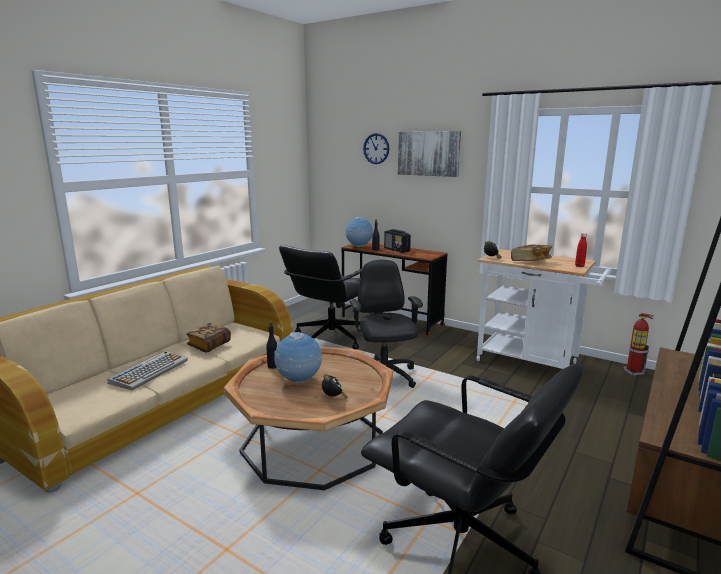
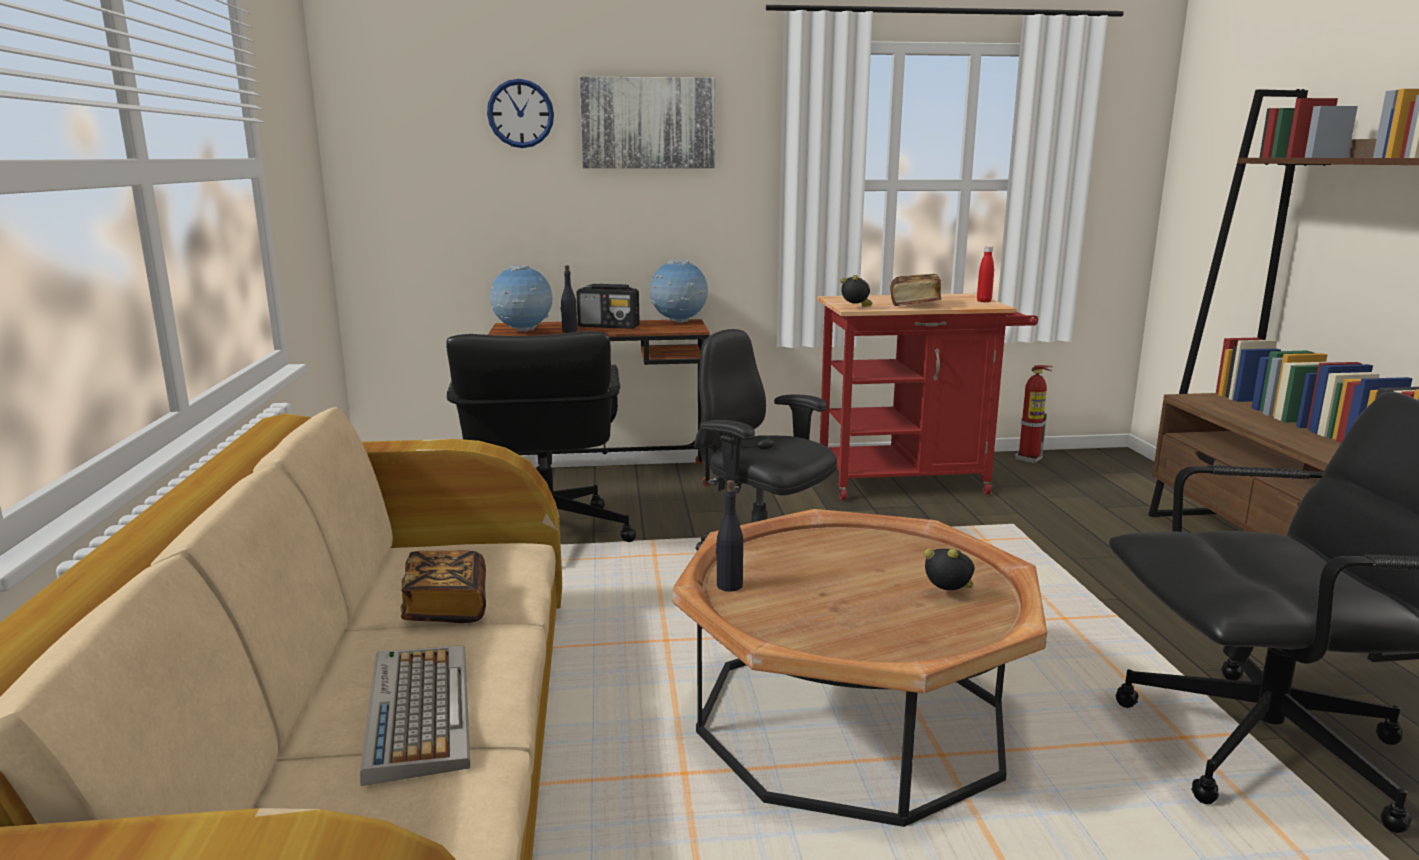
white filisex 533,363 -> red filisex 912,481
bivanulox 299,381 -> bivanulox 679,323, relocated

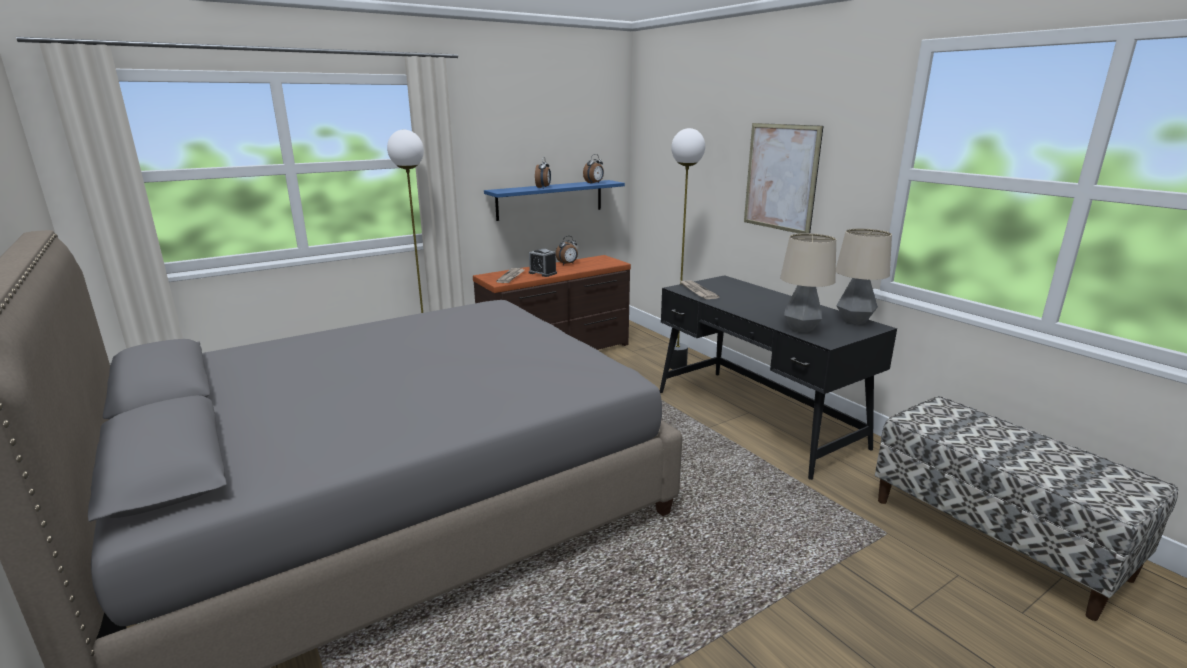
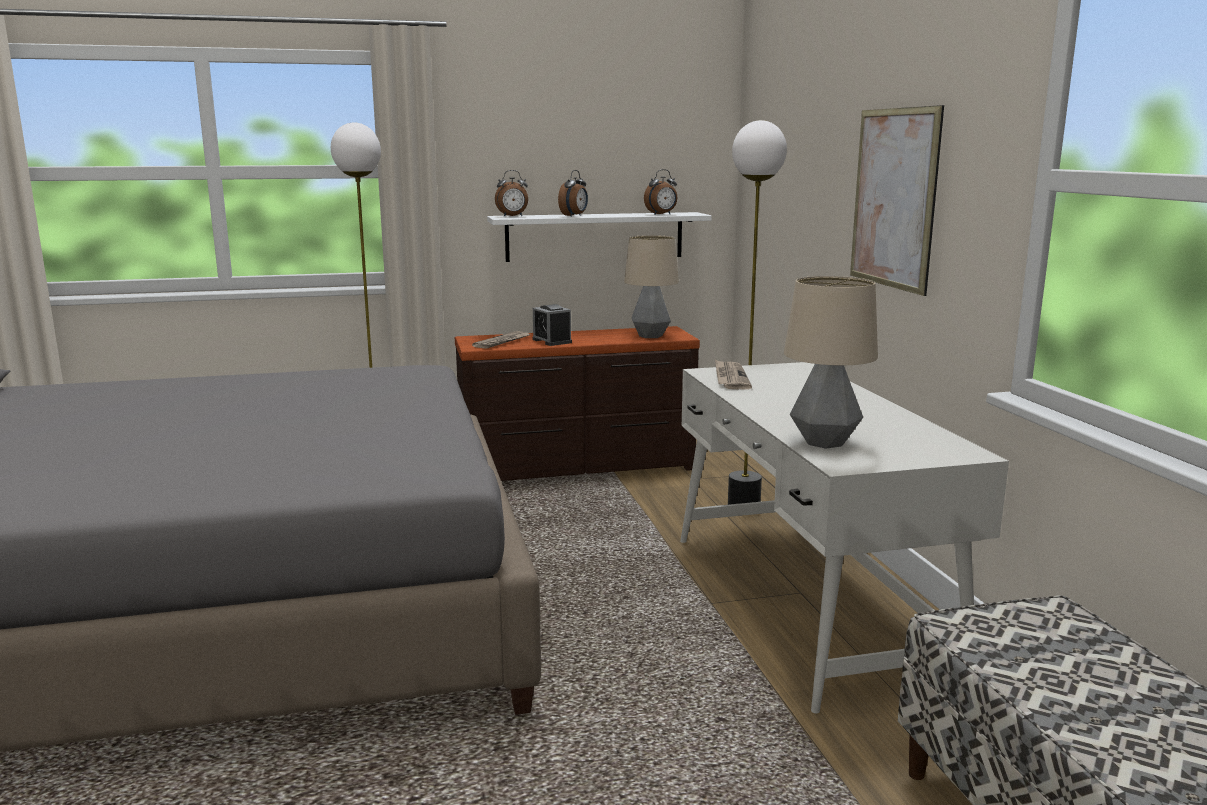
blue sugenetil 550,199 -> white sugenetil 595,236
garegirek 854,321 -> garegirek 650,336, relocated
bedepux 567,264 -> bedepux 512,216, relocated
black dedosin 756,418 -> white dedosin 805,603

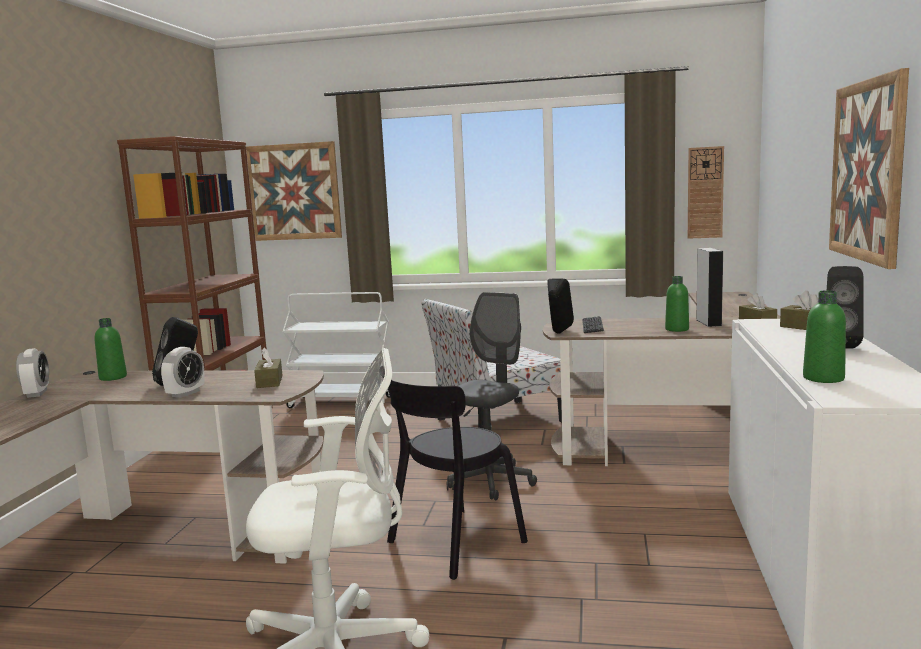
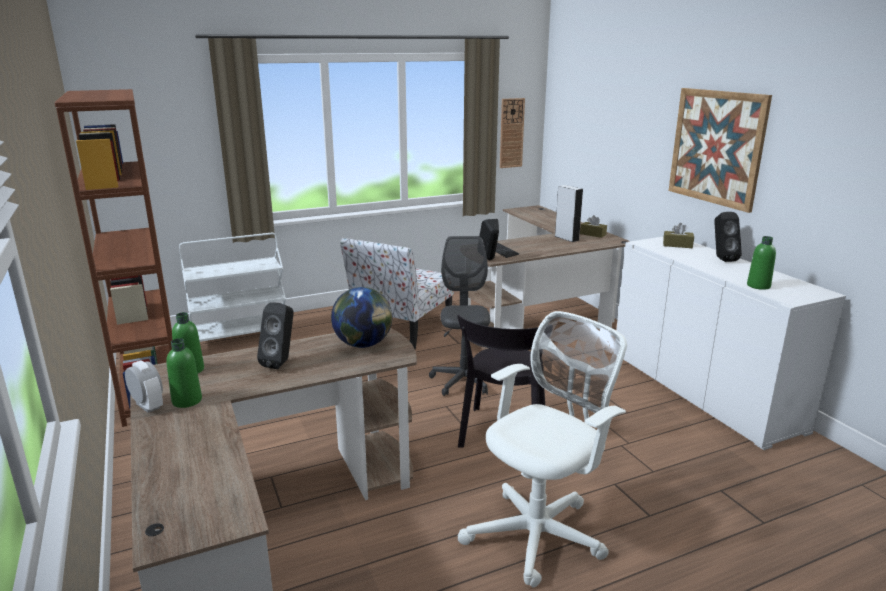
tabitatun 293,192 -> none
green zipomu 677,329 -> green zipomu 187,401, relocated
bedepux 185,393 -> none
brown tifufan 269,381 -> bivanulox 363,344

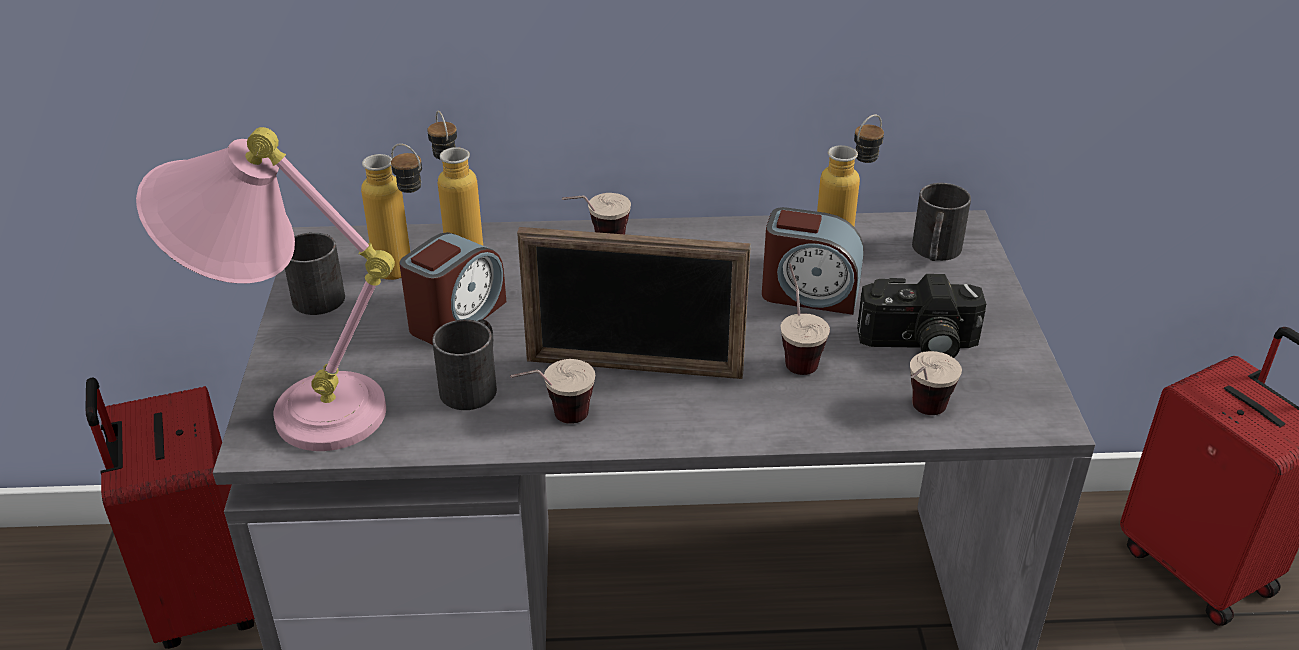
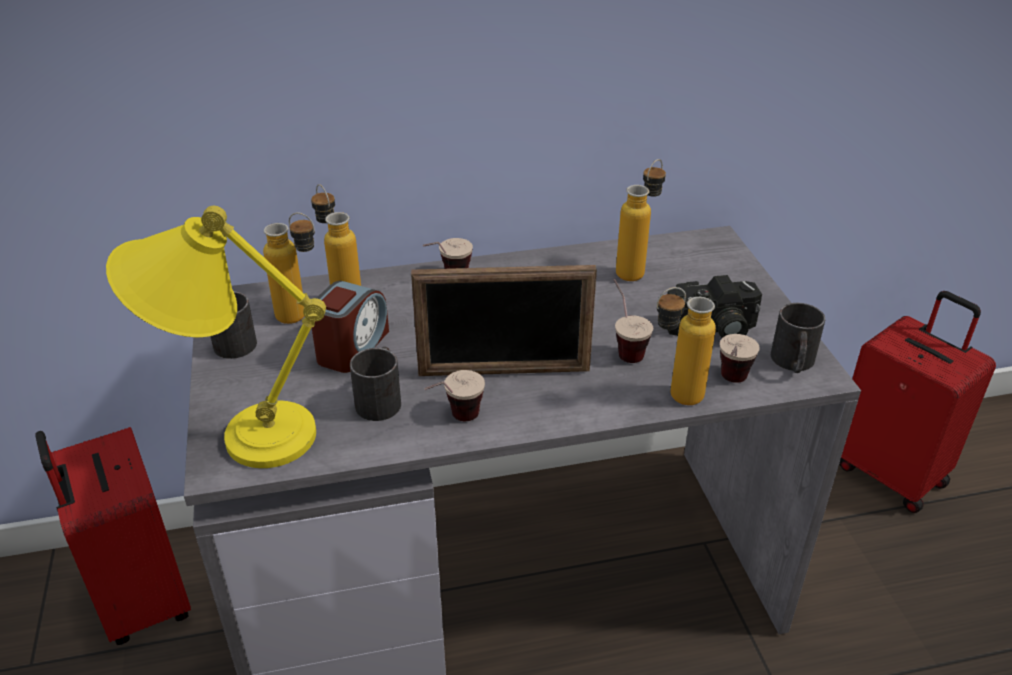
pink garegirek 292,408 -> yellow garegirek 237,436
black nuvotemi 935,252 -> black nuvotemi 793,363, relocated
bedepux 809,293 -> none
none -> zipomu 673,398

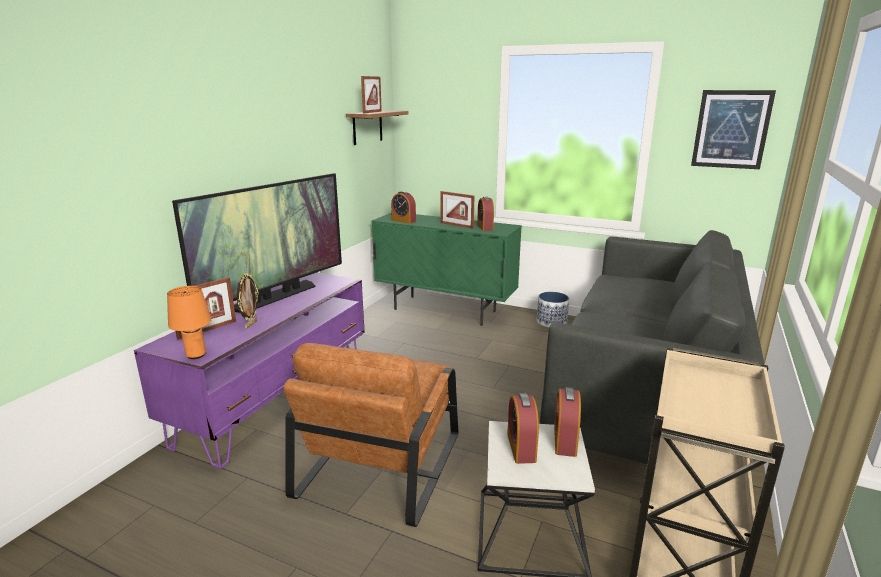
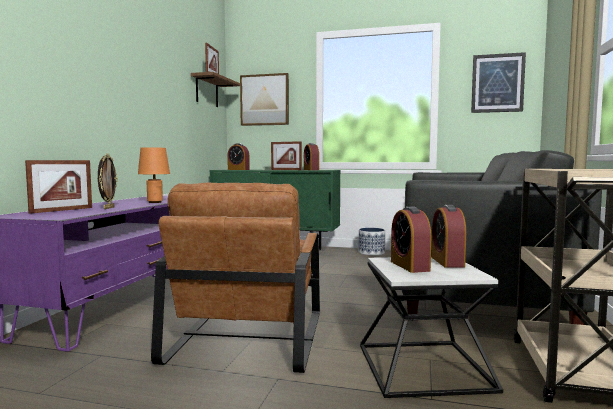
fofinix 275,297 -> none
orange garegirek 196,355 -> orange garegirek 155,202, relocated
none -> tabitatun 264,100

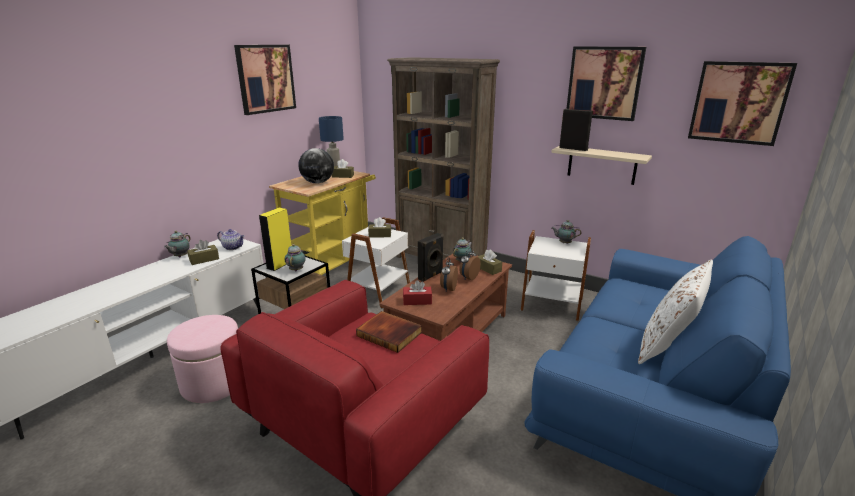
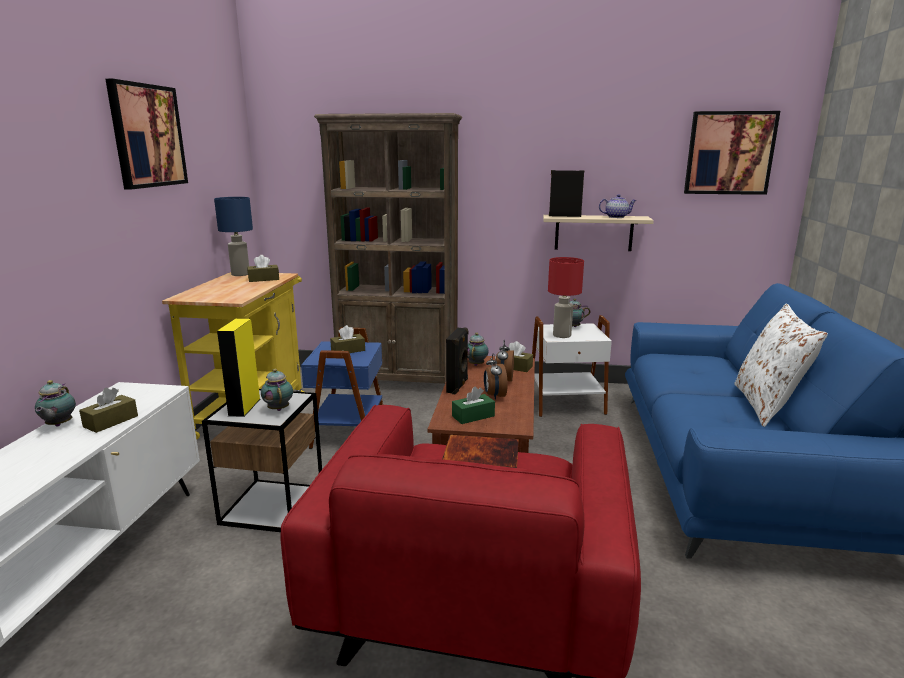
tabitatun 604,83 -> none
bivanulox 318,182 -> none
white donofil 377,291 -> blue donofil 347,431
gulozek 233,247 -> gulozek 616,217, relocated
red tifufan 417,301 -> green tifufan 473,416
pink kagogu 213,383 -> none
none -> red garegirek 562,335

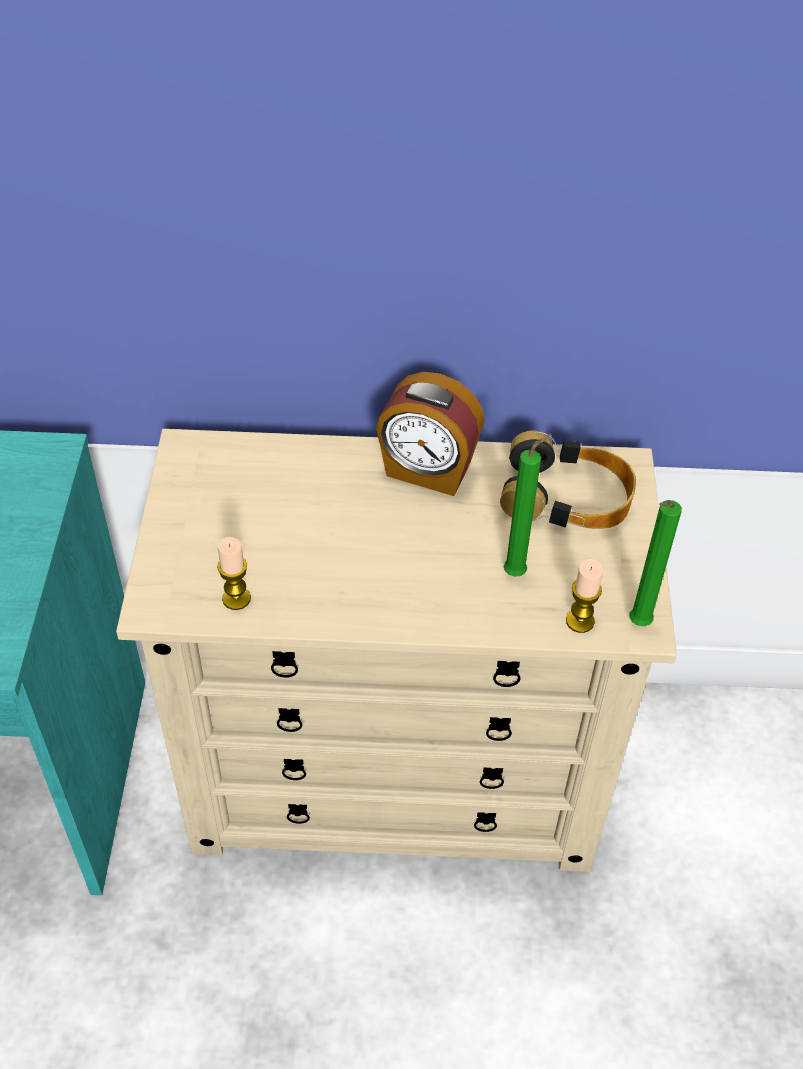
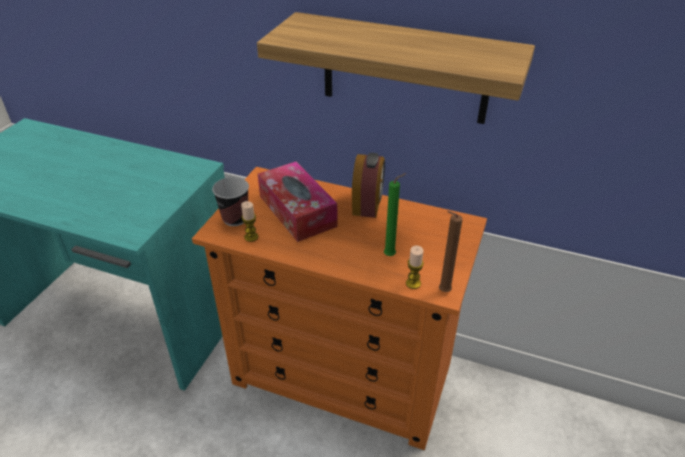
bedepux 427,471 -> bedepux 368,205, 120 degrees counterclockwise
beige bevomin 397,772 -> orange bevomin 344,374
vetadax 567,497 -> none
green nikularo 636,624 -> brown nikularo 442,292
none -> sugenetil 405,69
none -> tifufan 297,211
none -> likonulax 235,218

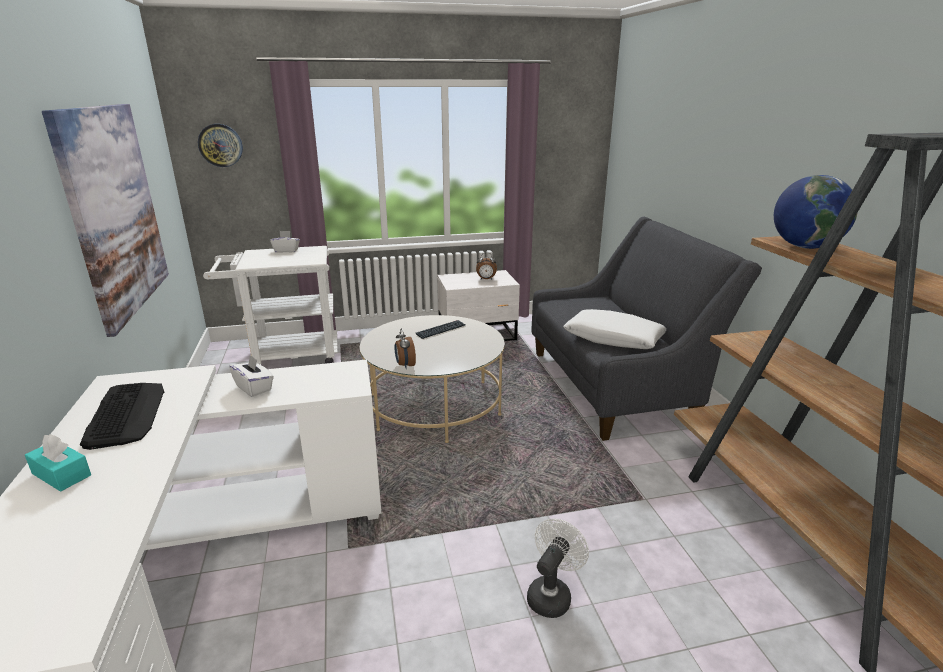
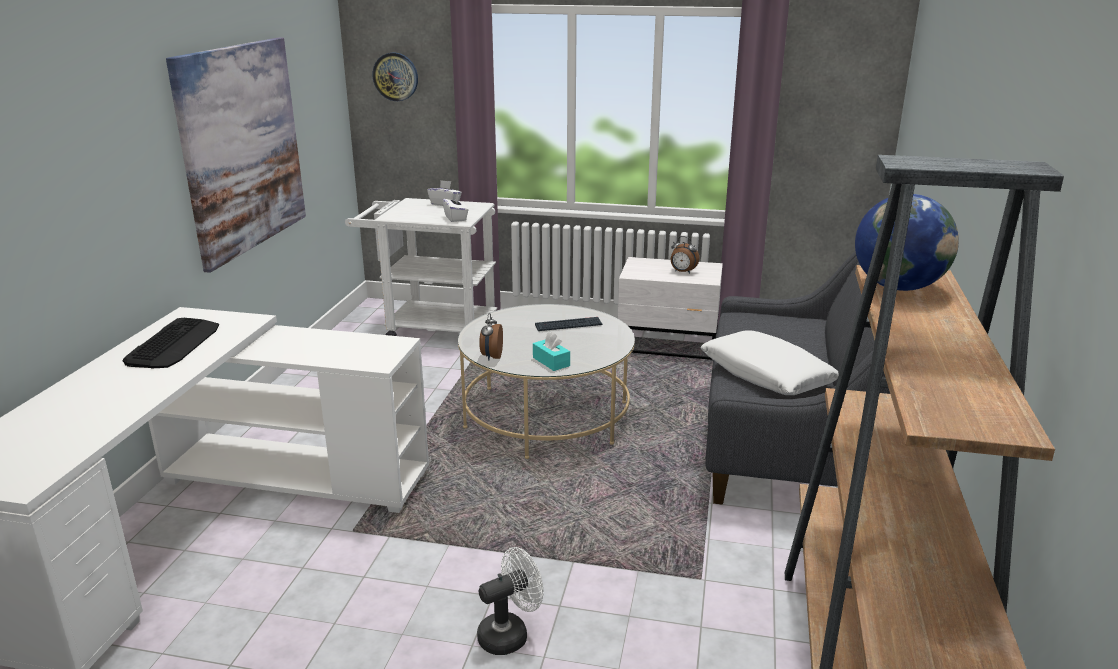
white tifufan 254,388 -> white tifufan 456,218, relocated
turquoise tifufan 61,474 -> turquoise tifufan 551,362, relocated

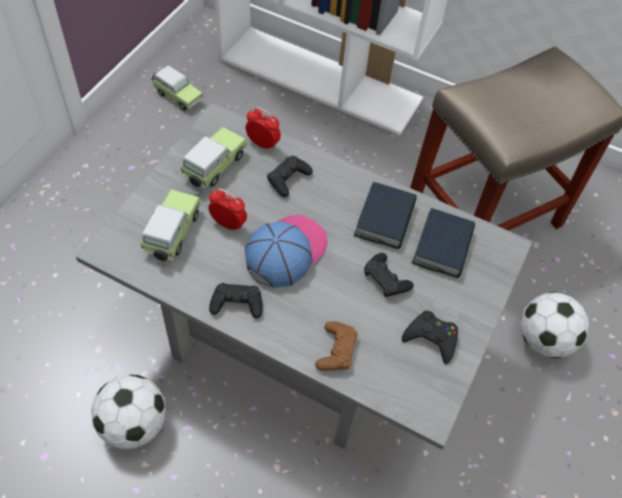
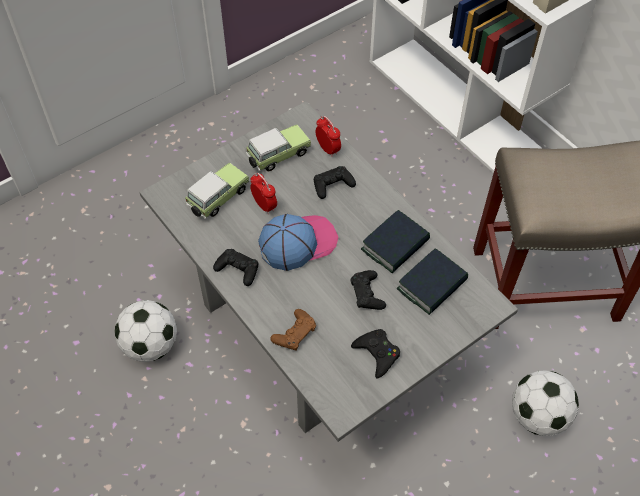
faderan 177,96 -> none

